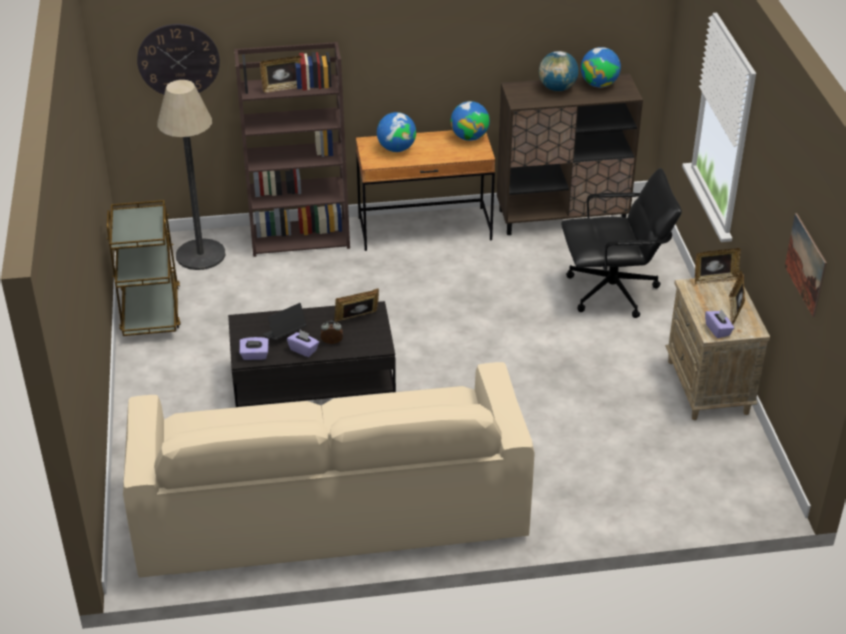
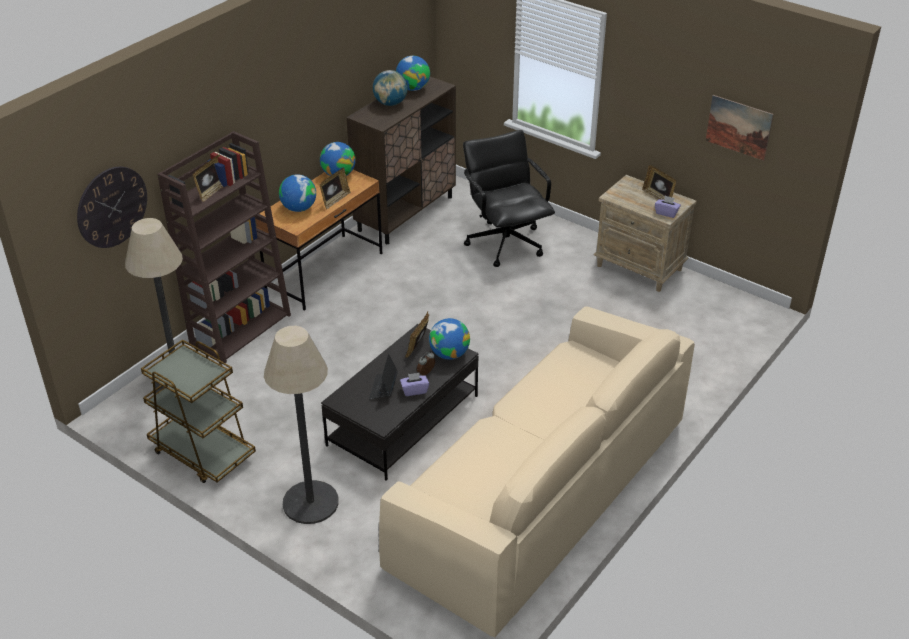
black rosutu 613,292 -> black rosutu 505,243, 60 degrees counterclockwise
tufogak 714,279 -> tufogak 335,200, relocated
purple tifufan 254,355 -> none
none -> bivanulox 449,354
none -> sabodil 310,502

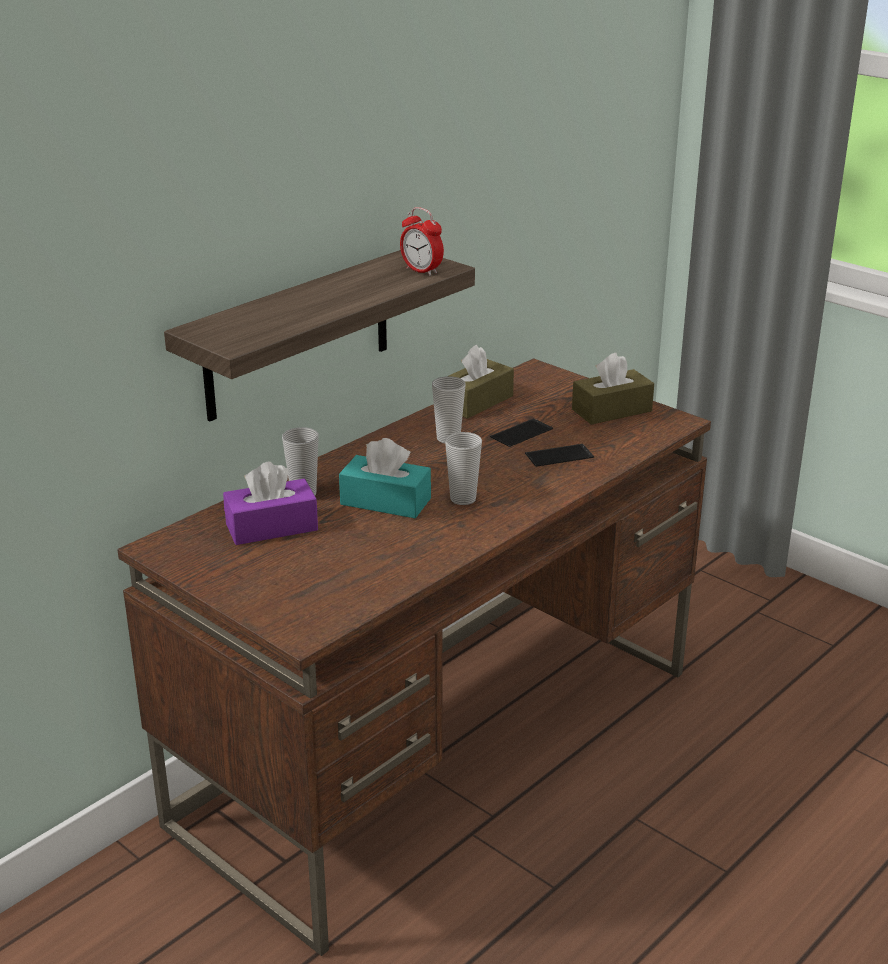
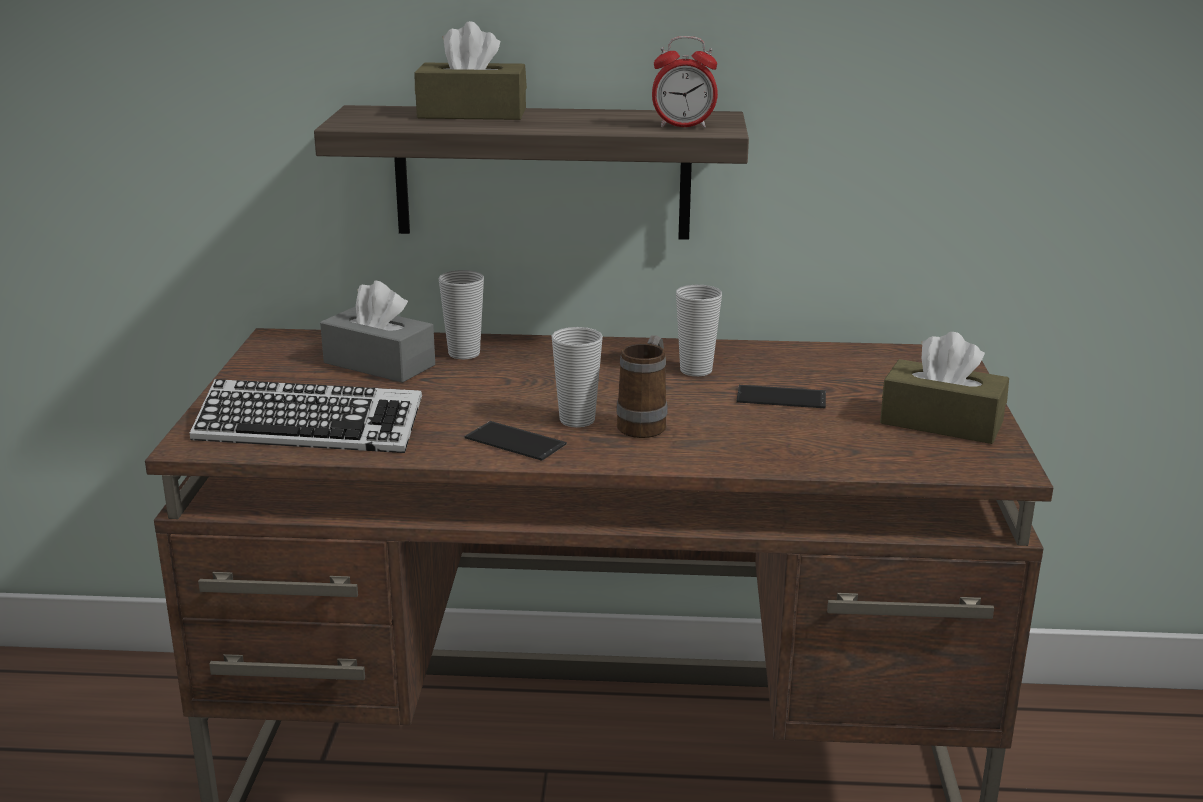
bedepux 422,271 -> bedepux 683,126, 90 degrees counterclockwise
brown tifufan 476,402 -> brown tifufan 472,113, relocated
turquoise tifufan 385,501 -> none
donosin 559,456 -> donosin 515,441, relocated
purple tifufan 271,527 -> grey tifufan 379,364
none -> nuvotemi 645,424
none -> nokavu 309,430

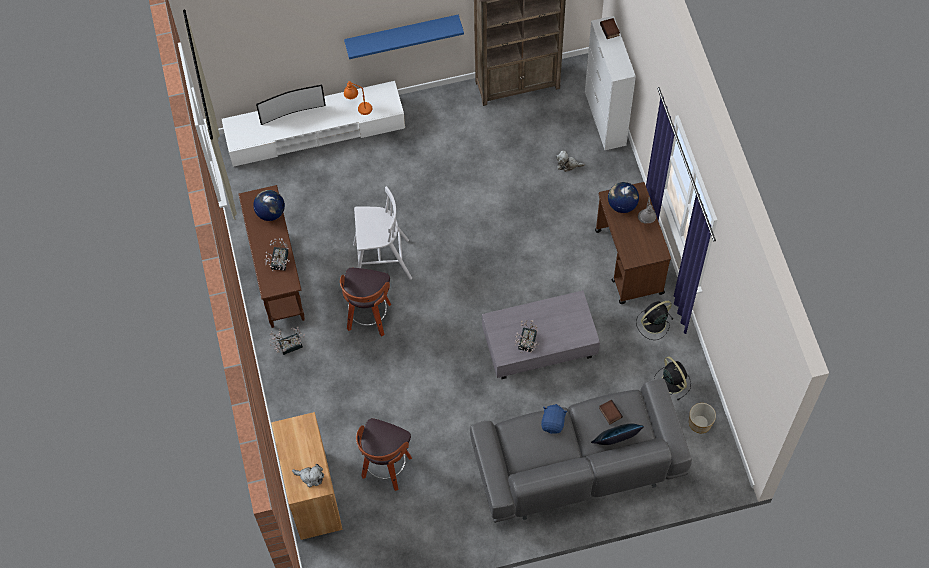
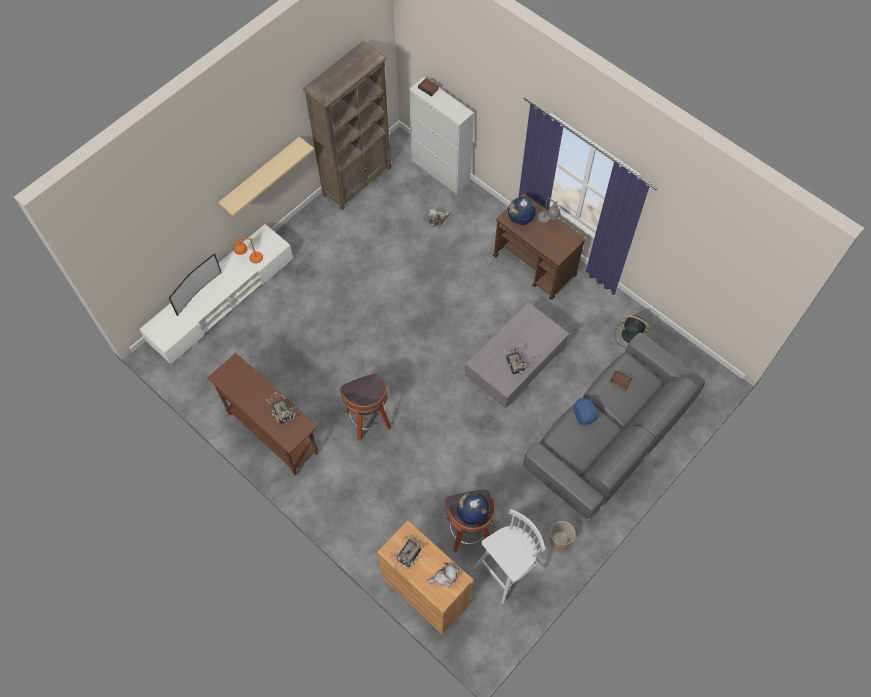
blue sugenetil 402,33 -> beige sugenetil 261,175
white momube 381,262 -> white momube 508,569, relocated
bivanulox 270,212 -> bivanulox 472,512, relocated
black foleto 653,323 -> none
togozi 288,346 -> togozi 407,556, relocated
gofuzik 700,423 -> gofuzik 560,539, relocated
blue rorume 615,442 -> none

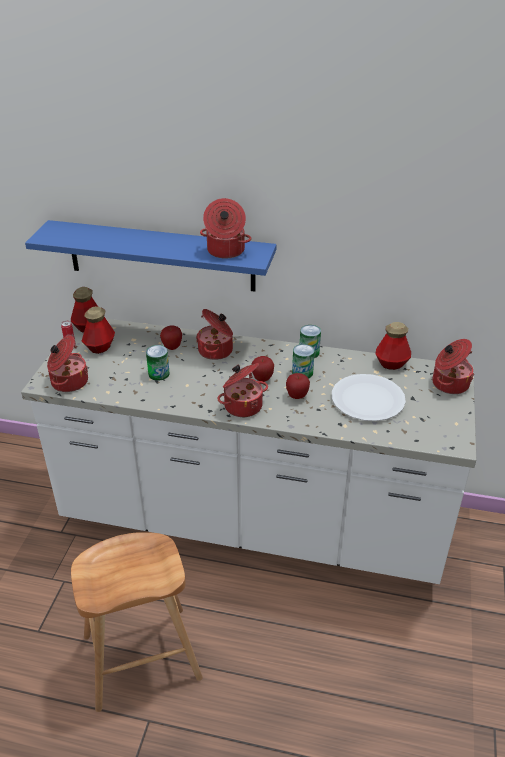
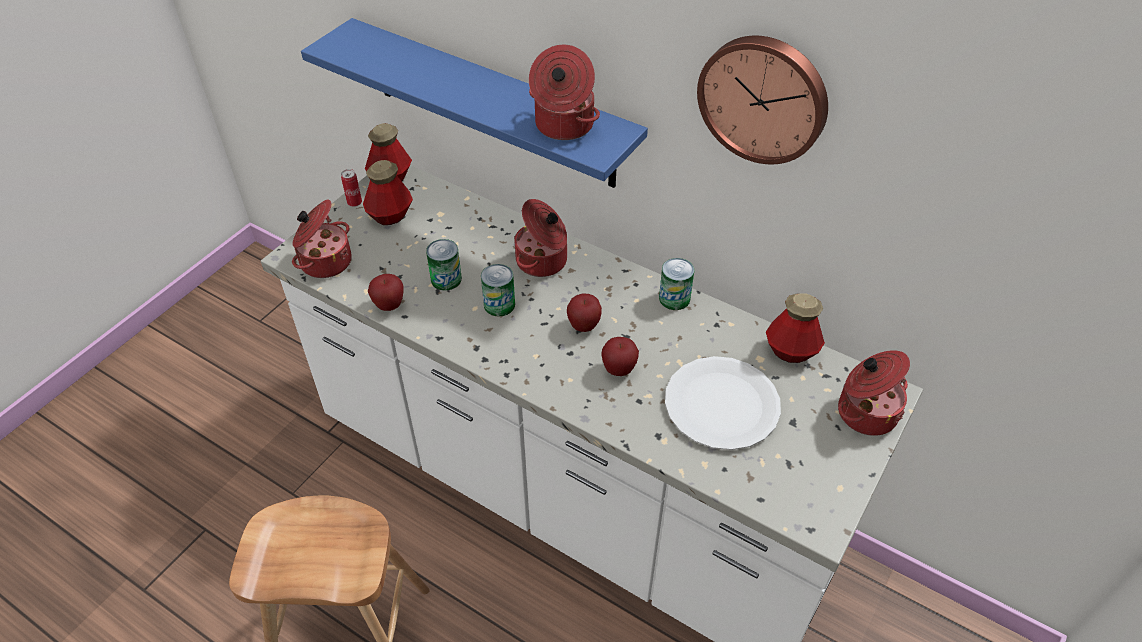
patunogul 172,347 -> patunogul 389,305, relocated
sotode 302,373 -> sotode 499,304, relocated
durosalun 242,405 -> none
none -> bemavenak 764,98

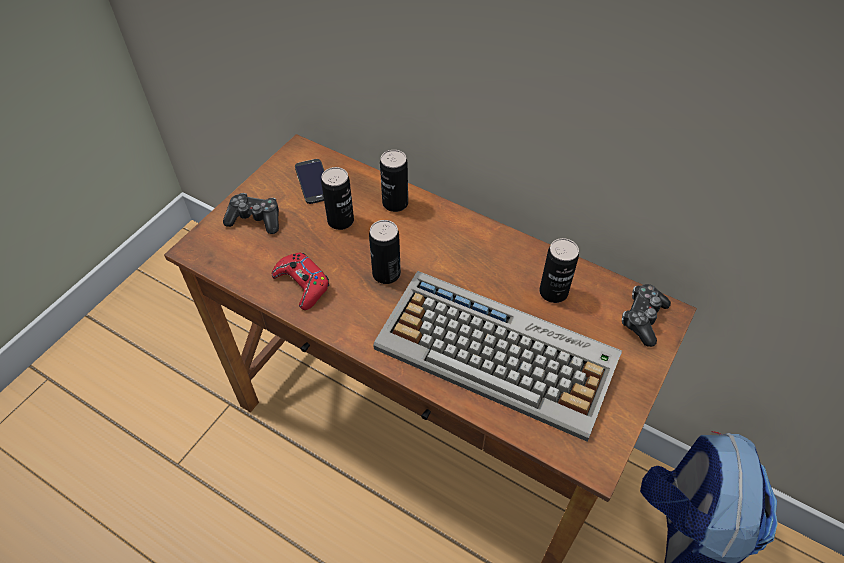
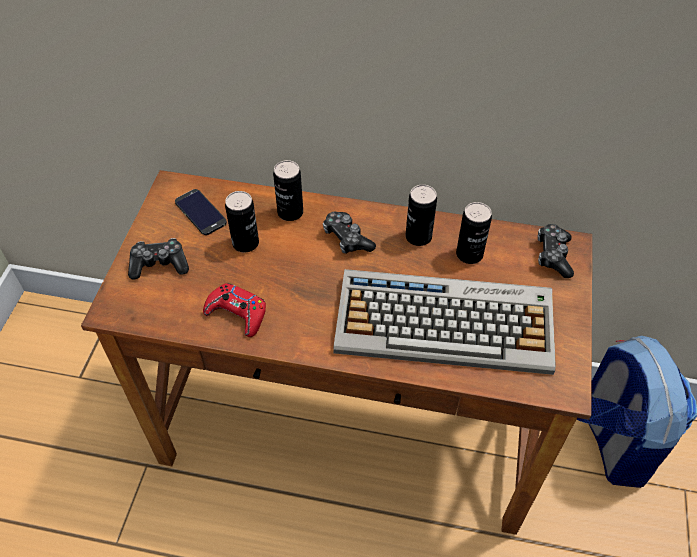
sotode 386,274 -> sotode 418,237, relocated
none -> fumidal 347,238

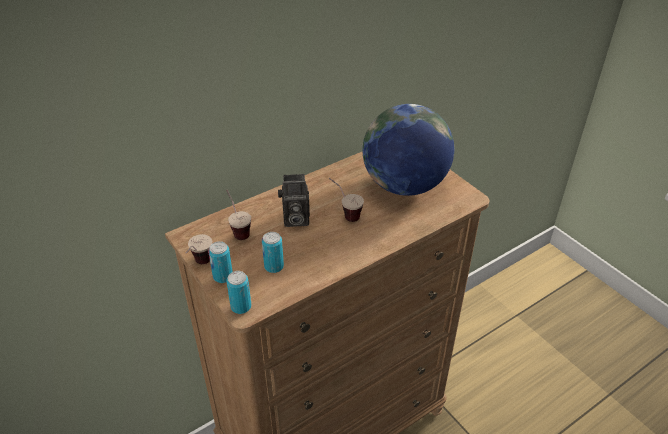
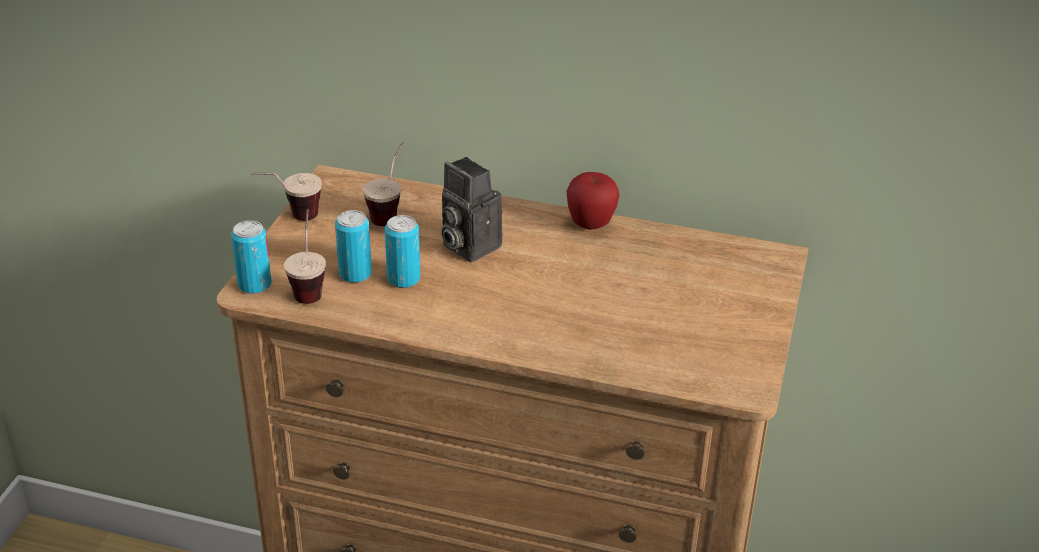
bivanulox 404,185 -> none
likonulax 345,214 -> likonulax 309,286, relocated
sotode 223,276 -> sotode 403,279, relocated
none -> patunogul 590,225

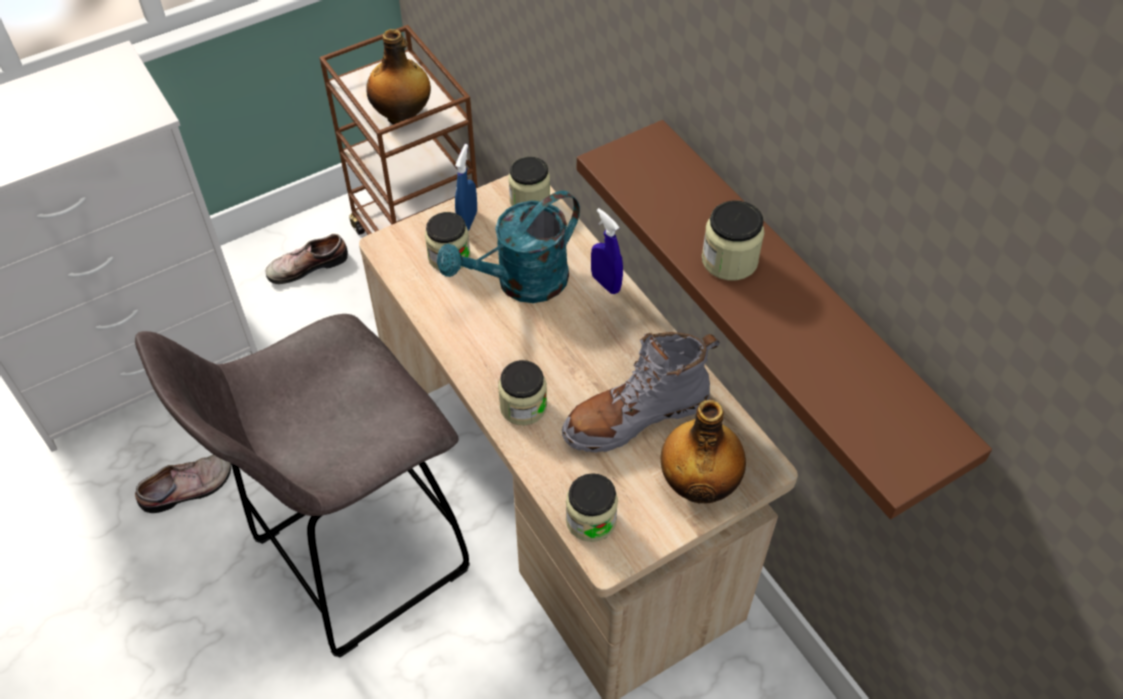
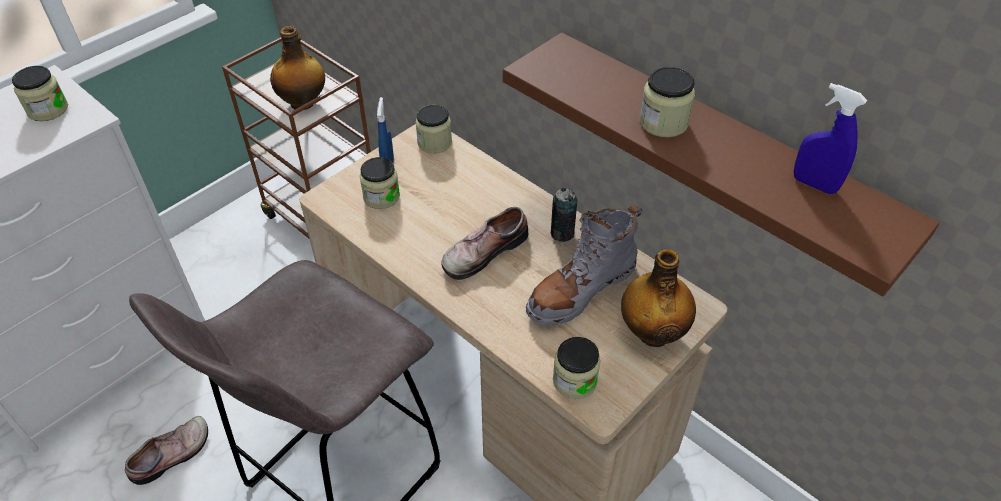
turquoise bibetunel 521,284 -> none
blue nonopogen 605,283 -> blue nonopogen 814,184, relocated
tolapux 307,264 -> tolapux 482,251, relocated
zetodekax 523,406 -> zetodekax 48,110, relocated
none -> sotode 562,233

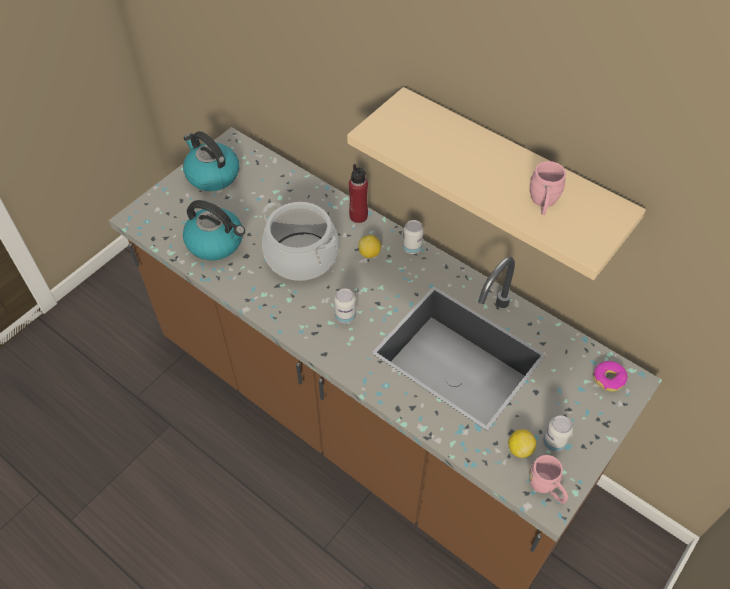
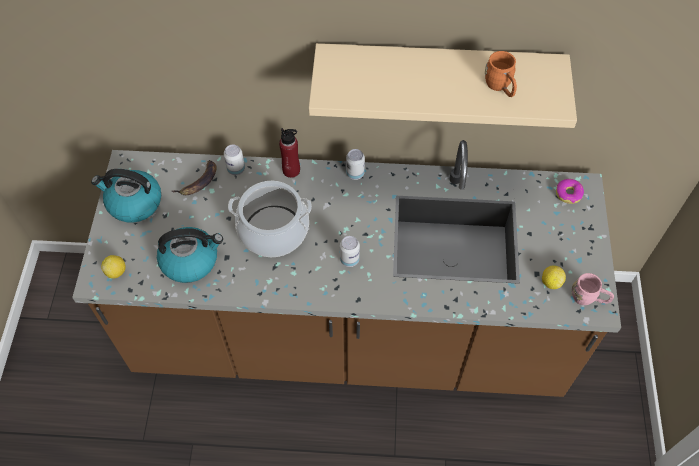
pink nuvotemi 543,203 -> orange nuvotemi 500,87
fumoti 369,253 -> fumoti 116,272, relocated
sotode 554,442 -> sotode 236,169, relocated
none -> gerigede 199,182

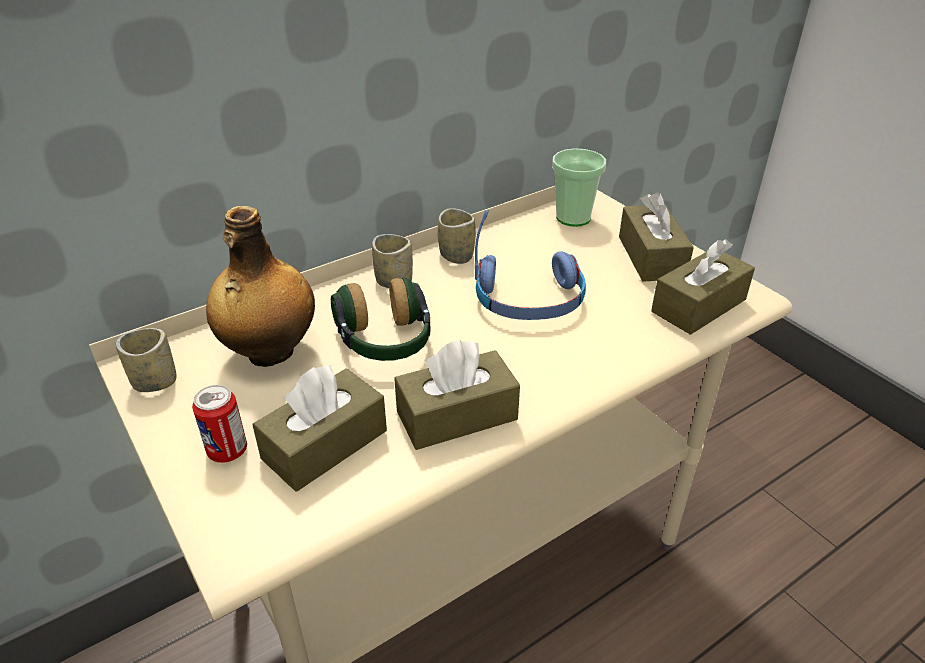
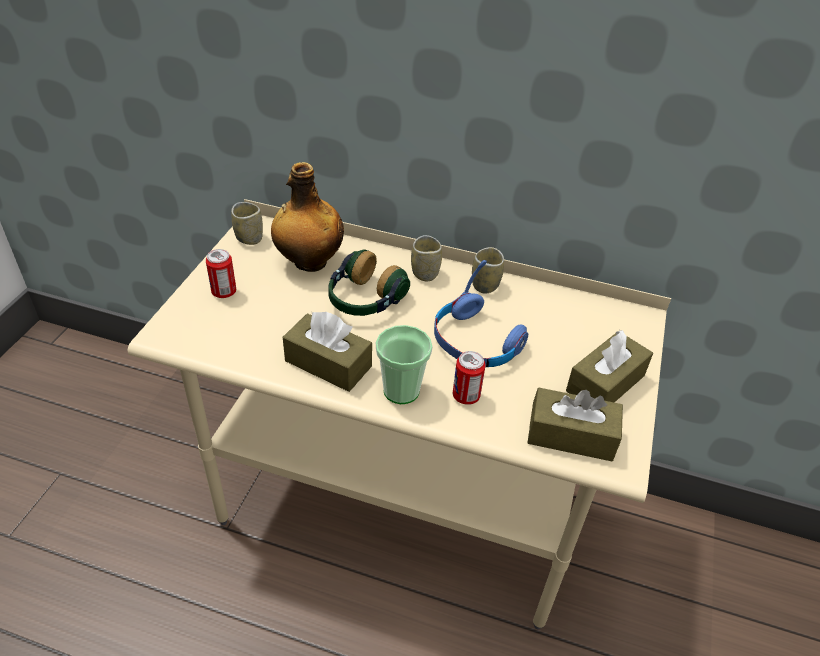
likonulax 573,218 -> likonulax 401,390, relocated
brown tifufan 325,444 -> none
none -> sotode 466,396

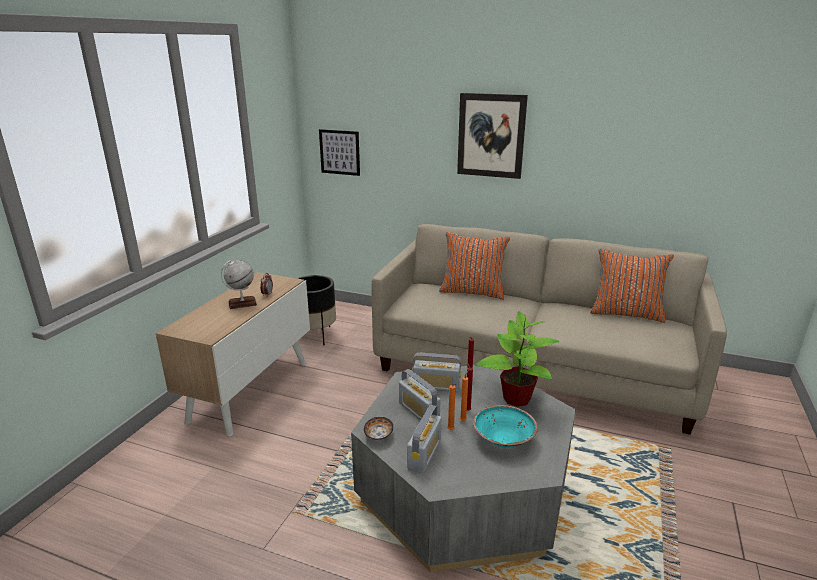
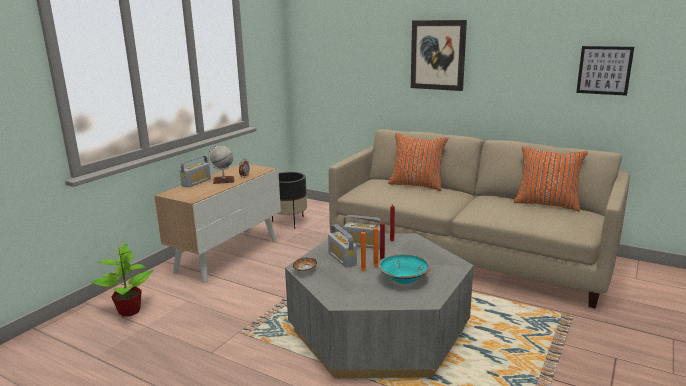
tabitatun 339,152 -> tabitatun 604,70, relocated
togozi 516,398 -> togozi 129,311, relocated
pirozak 424,454 -> pirozak 196,182, relocated

